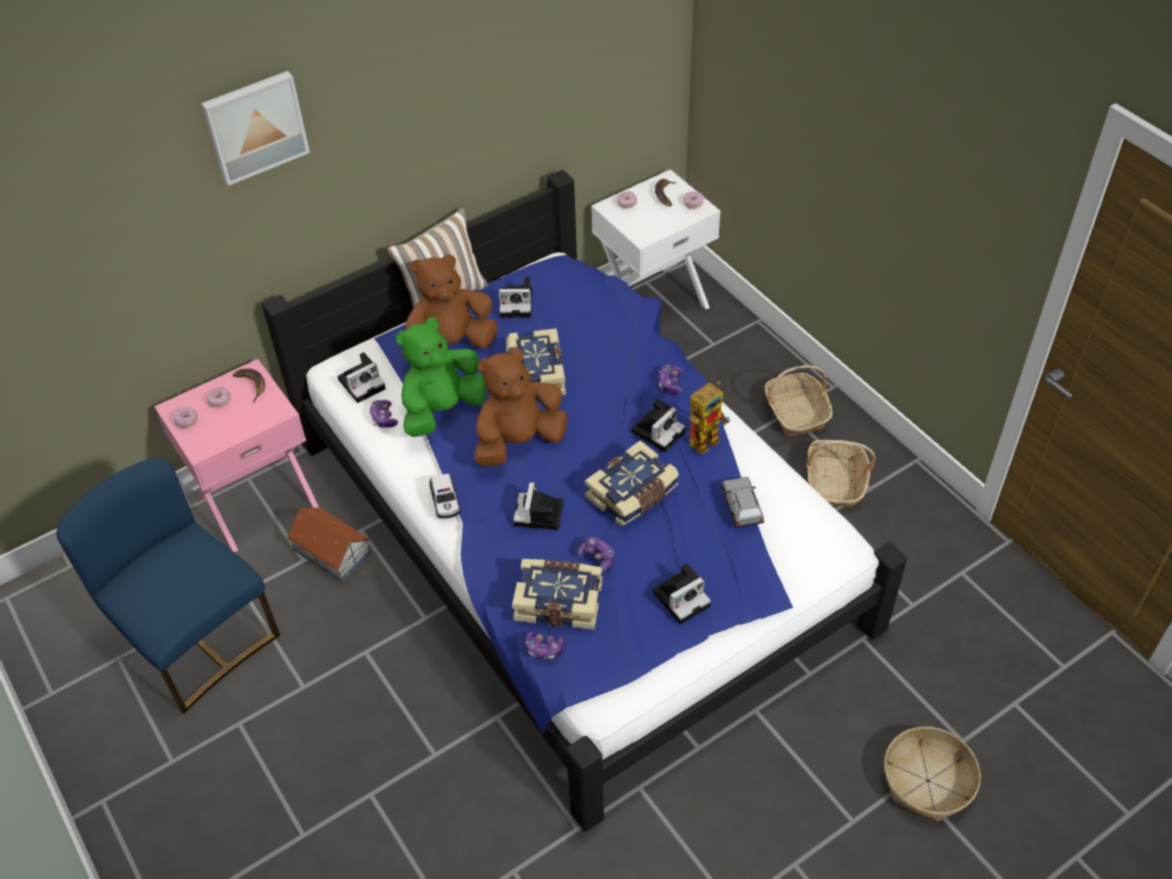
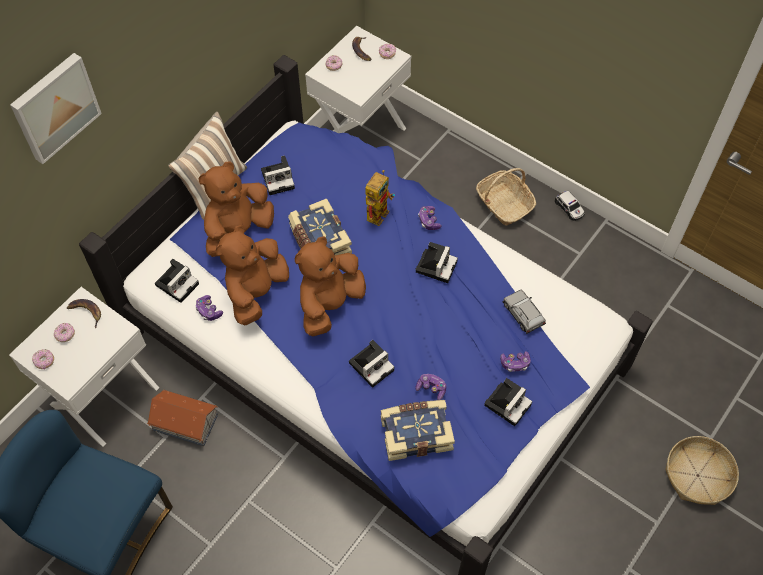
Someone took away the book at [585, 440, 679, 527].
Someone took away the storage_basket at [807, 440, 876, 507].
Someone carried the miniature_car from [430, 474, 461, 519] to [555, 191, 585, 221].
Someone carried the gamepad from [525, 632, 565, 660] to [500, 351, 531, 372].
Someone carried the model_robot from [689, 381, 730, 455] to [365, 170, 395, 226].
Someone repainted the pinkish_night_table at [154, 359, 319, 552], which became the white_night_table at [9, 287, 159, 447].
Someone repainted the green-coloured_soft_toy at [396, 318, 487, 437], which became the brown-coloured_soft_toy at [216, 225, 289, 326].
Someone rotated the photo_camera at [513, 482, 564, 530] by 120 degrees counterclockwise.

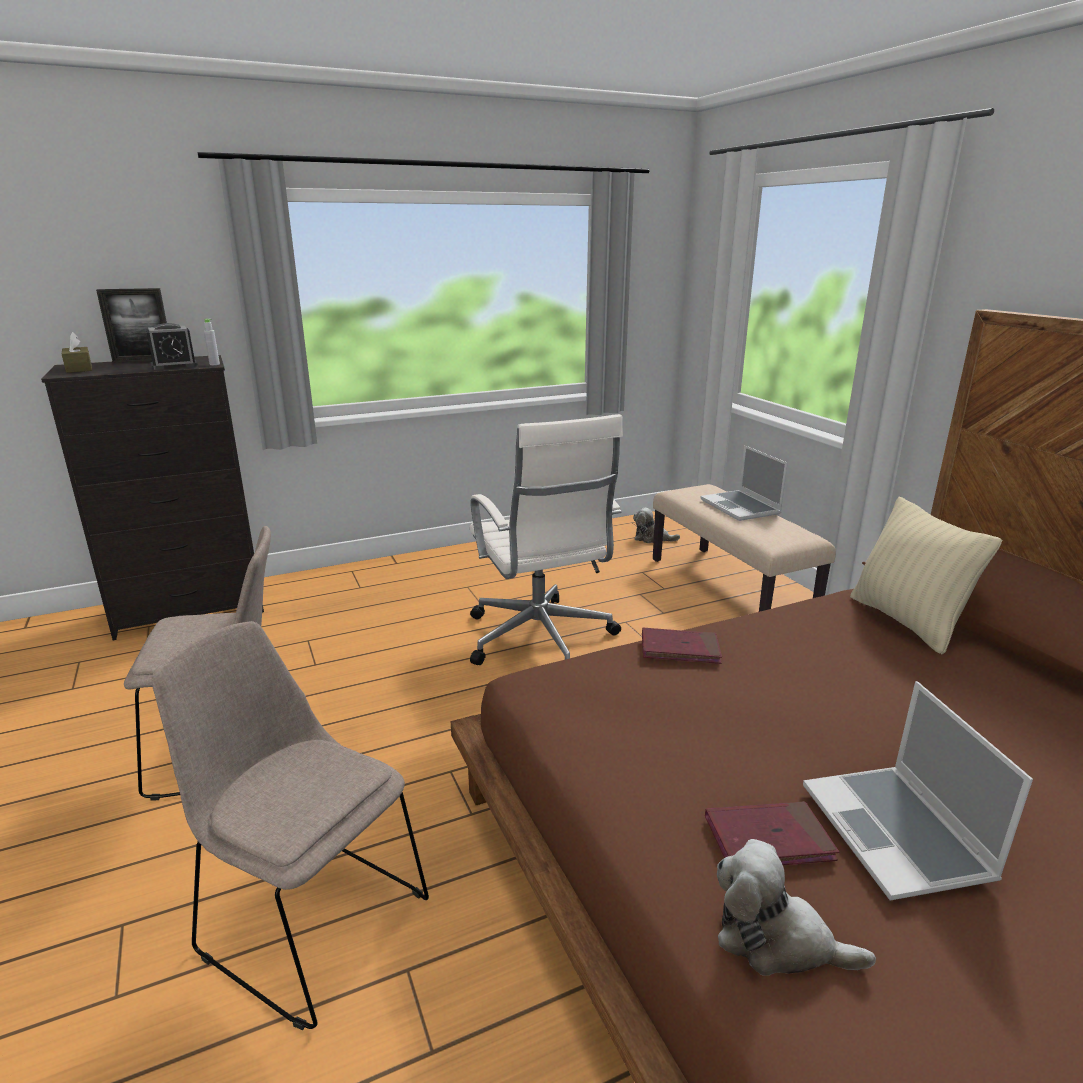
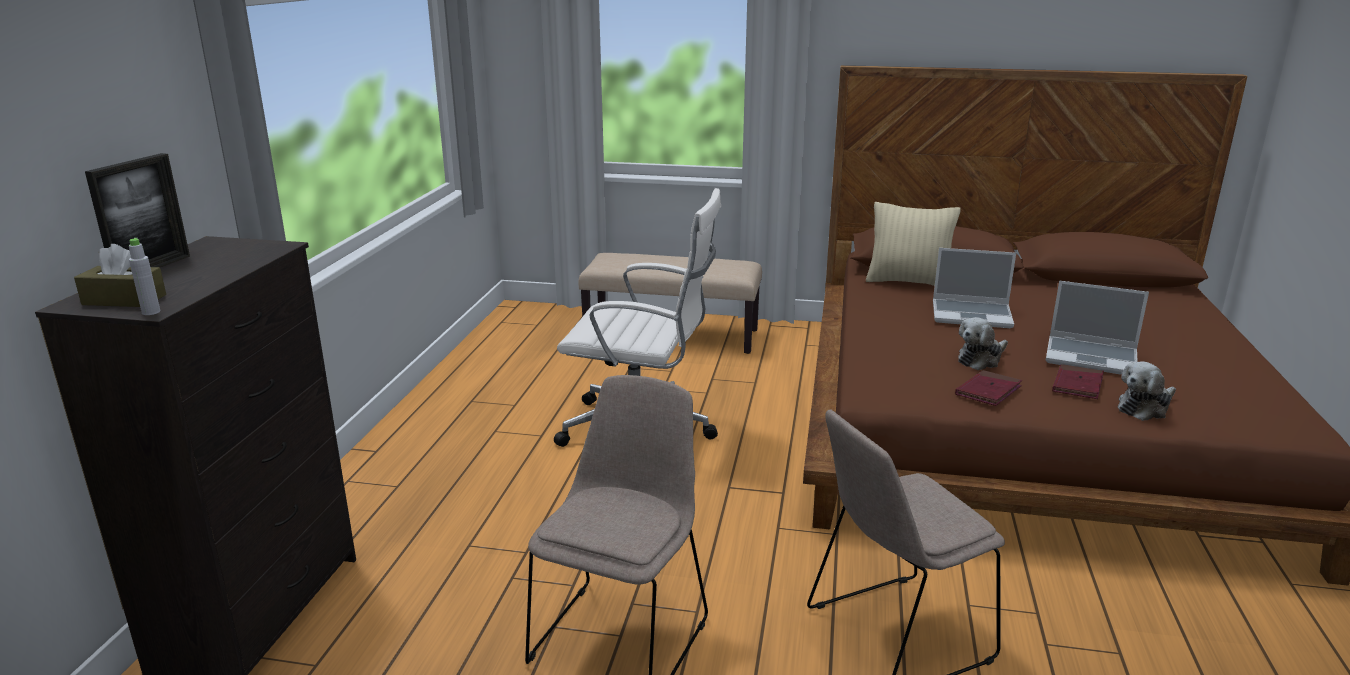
Someone took away the bedside_clock at [146, 323, 198, 370].
Someone carried the greyish_beverage_bottle from [204, 319, 220, 365] to [129, 238, 160, 315].
Someone carried the soft_toy from [633, 508, 680, 543] to [958, 317, 1008, 370].
Someone carried the reddish_book from [642, 628, 722, 664] to [955, 370, 1022, 406].
Someone carried the laptop from [701, 445, 788, 521] to [933, 248, 1016, 328].

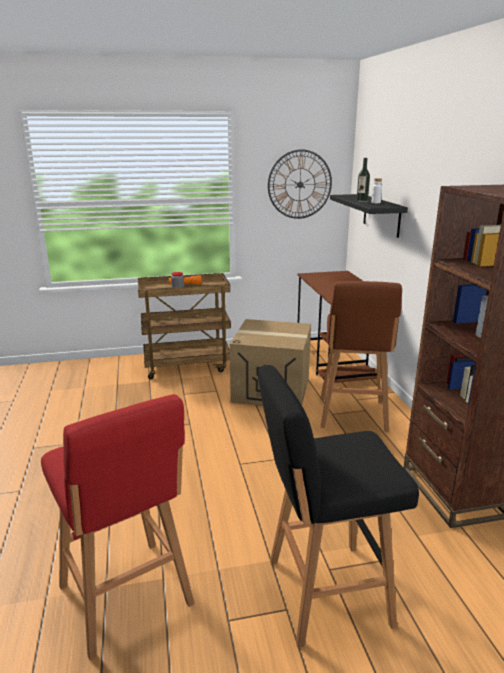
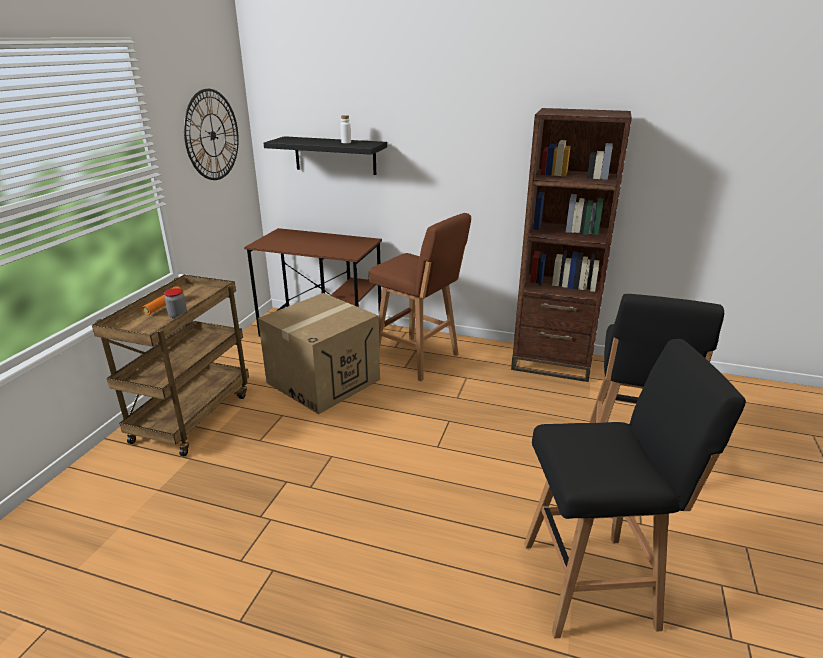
Someone took away the beverage_bottle at [357, 158, 370, 202].
Someone repainted the reddish_sitting_stool at [41, 394, 195, 660], which became the blackish_sitting_stool at [524, 339, 746, 638].

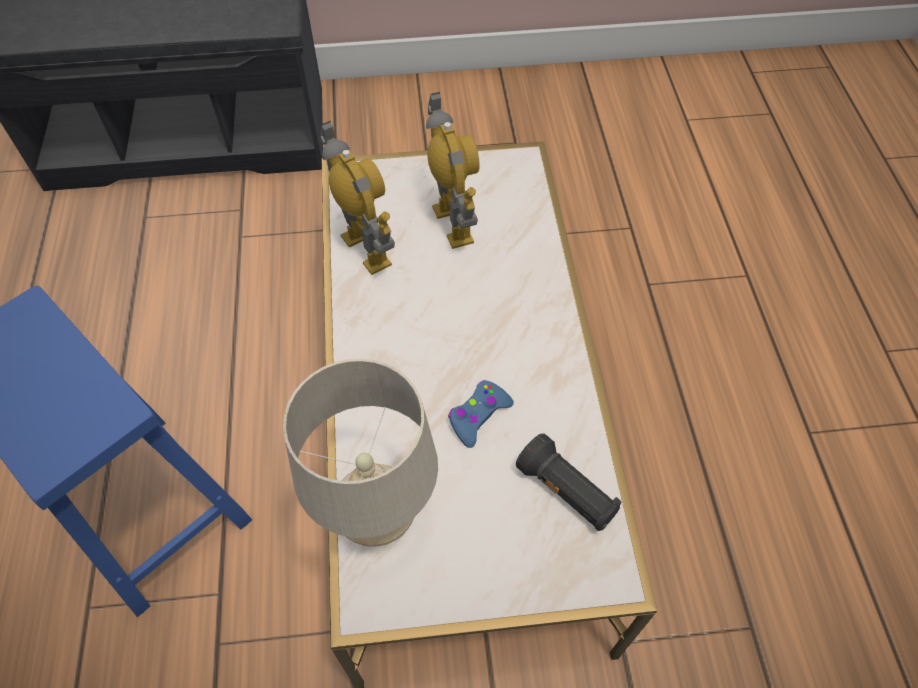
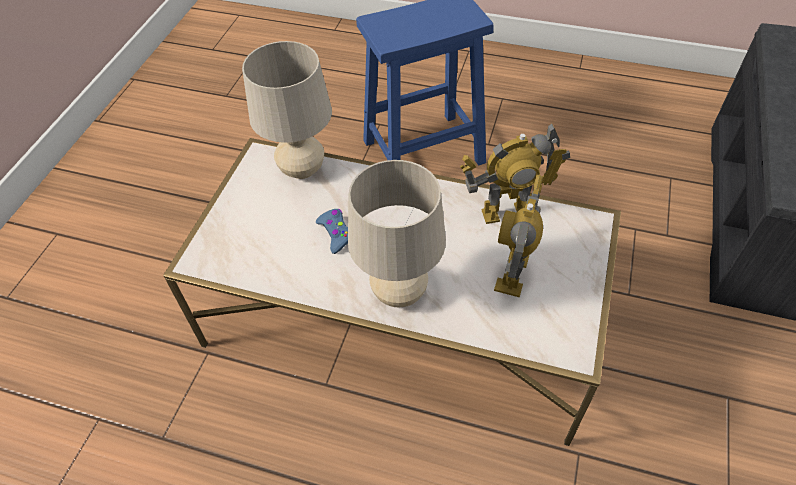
Someone took away the blackish_torch at [516, 434, 622, 531].
Someone put down the beige_tabletop_lamp at [348, 160, 446, 307].
Someone rotated the model_robot at [426, 92, 480, 249] by 105 degrees clockwise.

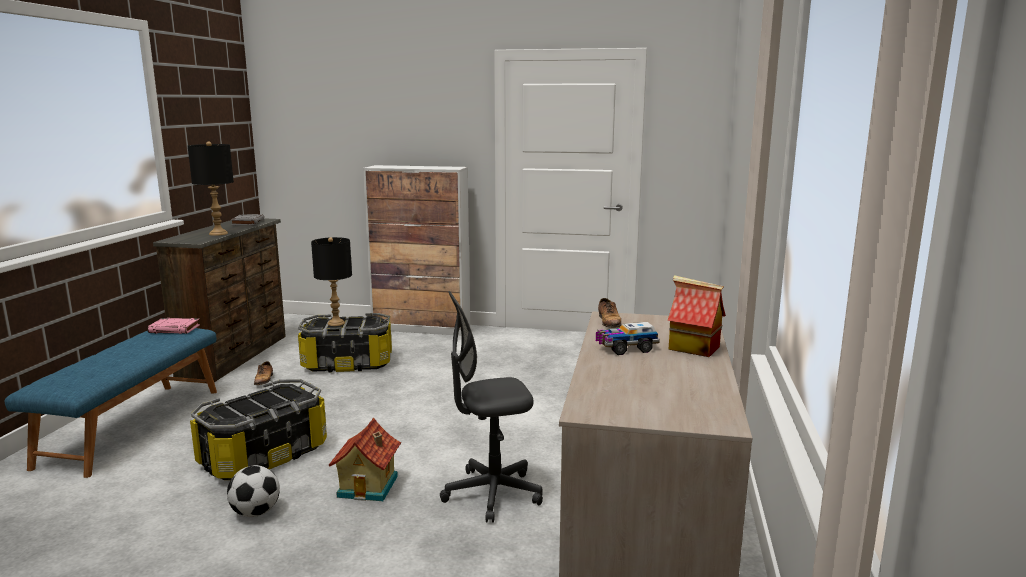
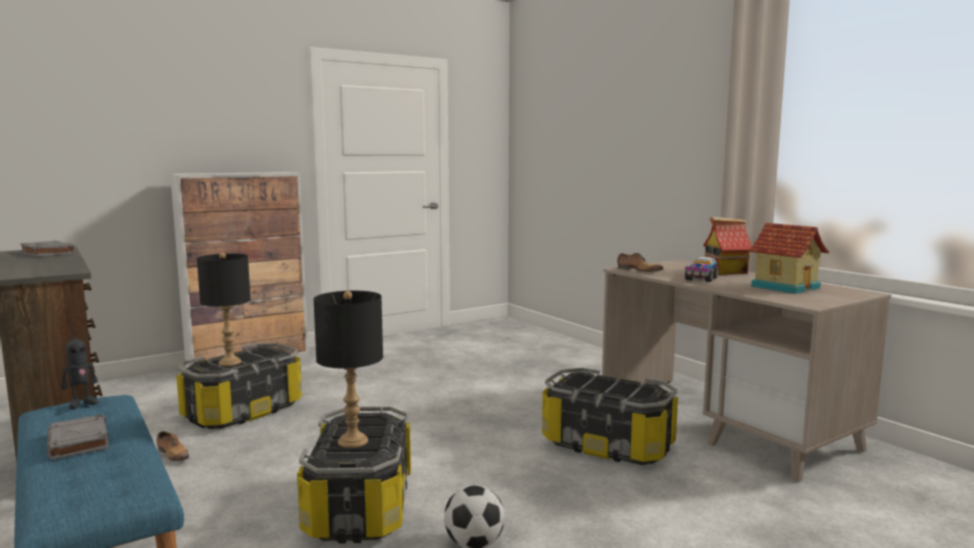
Someone put down the greyish_book at [46, 414, 109, 460].
Someone carried the blackish_tabletop_lamp from [188, 142, 234, 236] to [313, 291, 383, 448].
Someone carried the toy_house from [329, 418, 401, 501] to [748, 223, 829, 294].
Someone swapped the pinkish_book at [147, 318, 200, 334] for the model_robot at [61, 330, 98, 410].
Someone swapped the greyish_office_chair at [440, 291, 543, 523] for the storage_container at [542, 368, 678, 465].

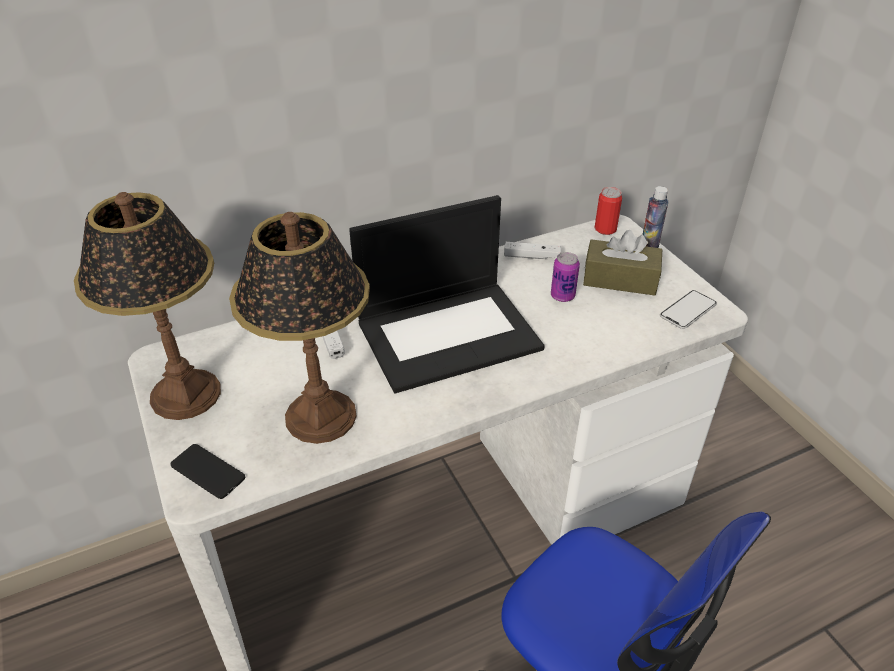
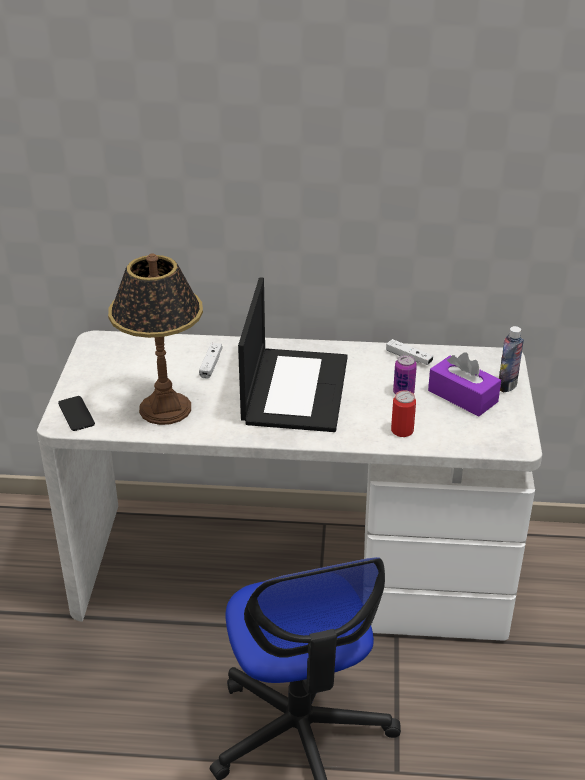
Someone took away the tabletop_lamp at [74, 192, 221, 420].
Someone took away the telephone at [660, 290, 717, 329].
Someone carried the sealed_can from [594, 187, 622, 235] to [391, 391, 416, 437].
Someone repainted the brown-coloured_tissue_box at [583, 230, 662, 296], which became the purplish_tissue_box at [428, 352, 501, 416].
Someone rotated the laptop at [349, 195, 545, 393] by 90 degrees counterclockwise.

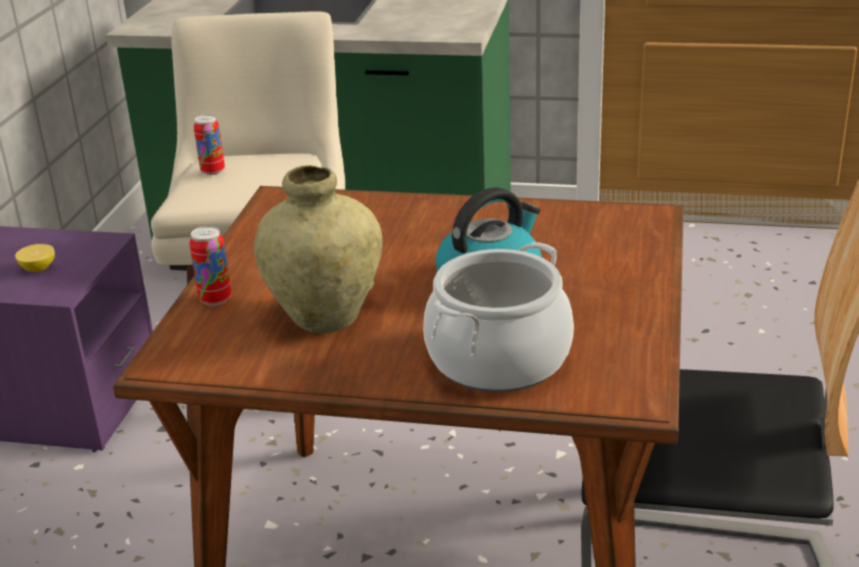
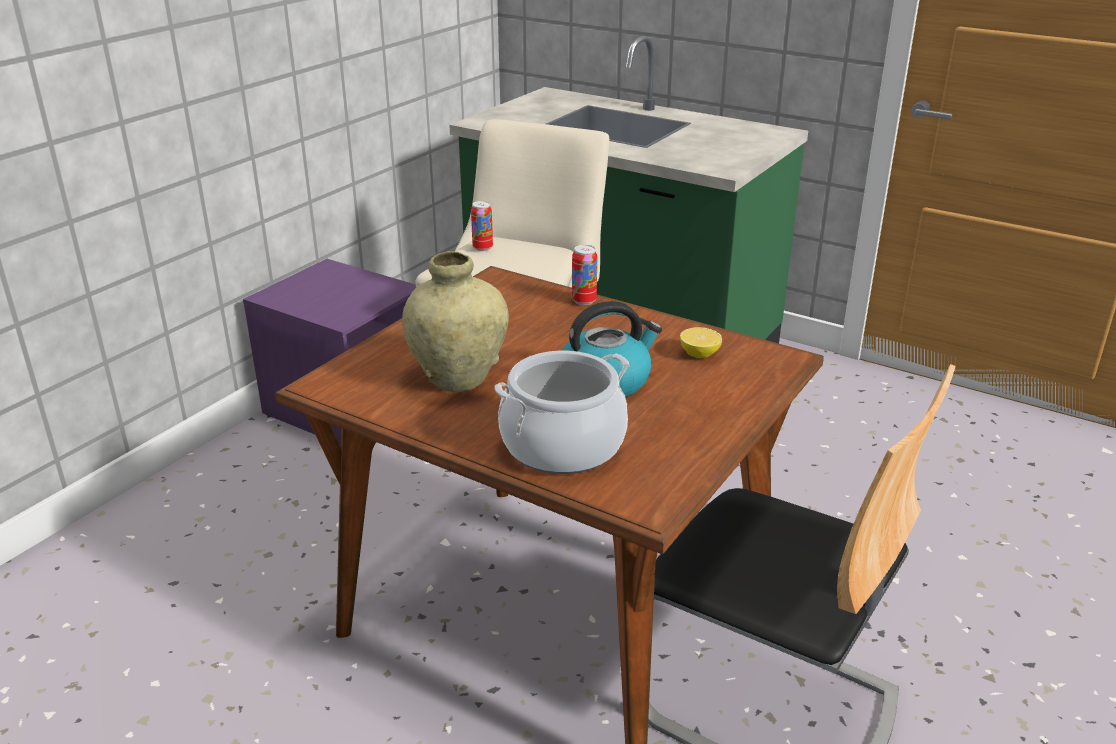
Someone carried the whole_lemon from [15, 244, 55, 272] to [680, 327, 722, 358].
Someone carried the sealed_can from [190, 226, 231, 306] to [572, 245, 597, 305].

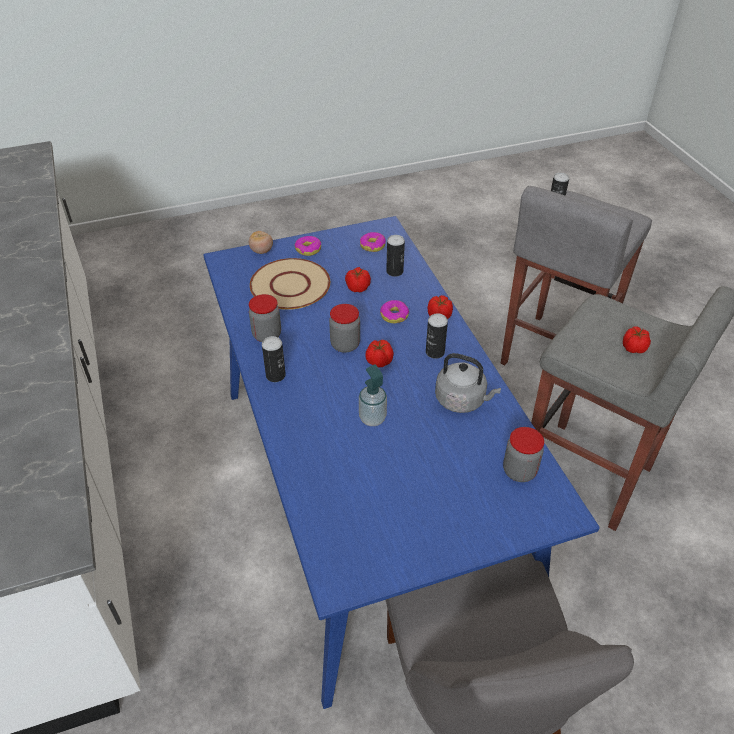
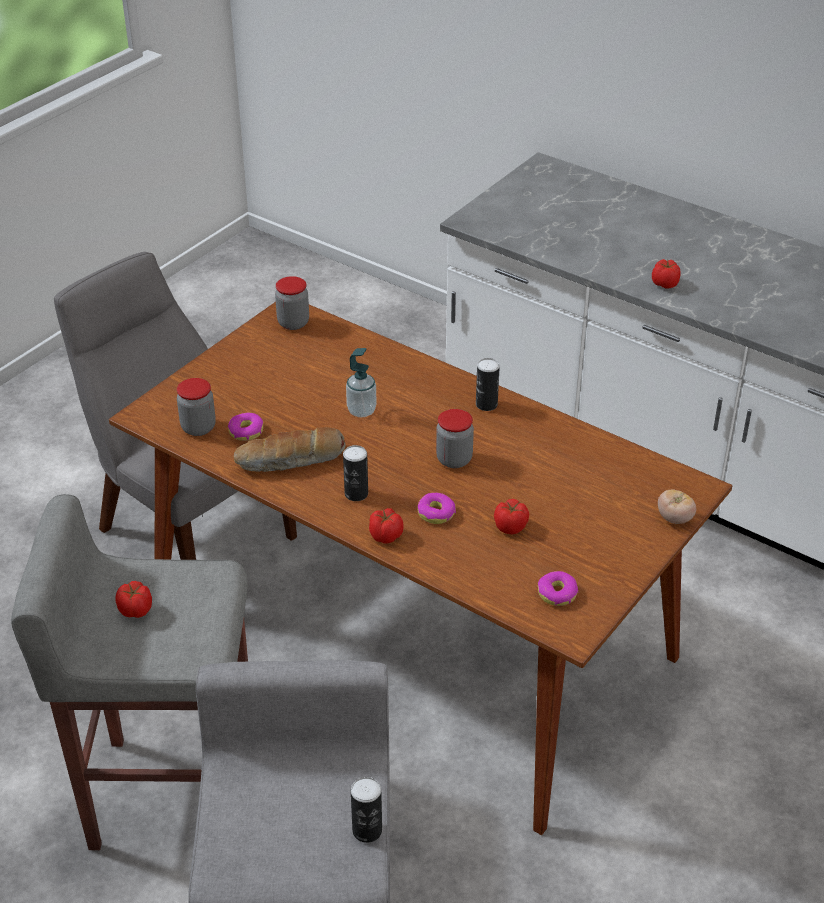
Someone took away the beige_flat_dish at [250, 258, 330, 310].
Someone took away the sealed_can at [386, 235, 405, 277].
Someone carried the preserve_jar from [249, 294, 281, 342] to [275, 276, 309, 330].
Someone carried the ring_doughnut from [295, 236, 321, 256] to [228, 413, 263, 441].
Someone carried the whole_tomato from [365, 340, 394, 367] to [652, 259, 681, 288].
Someone swapped the greyish_tea_kettle at [435, 353, 501, 413] for the bakery_bread at [234, 427, 346, 472].
Someone repainted the blue-coloured_kitchen_table at [203, 216, 600, 709], which became the brown-coloured_kitchen_table at [109, 302, 732, 835].

